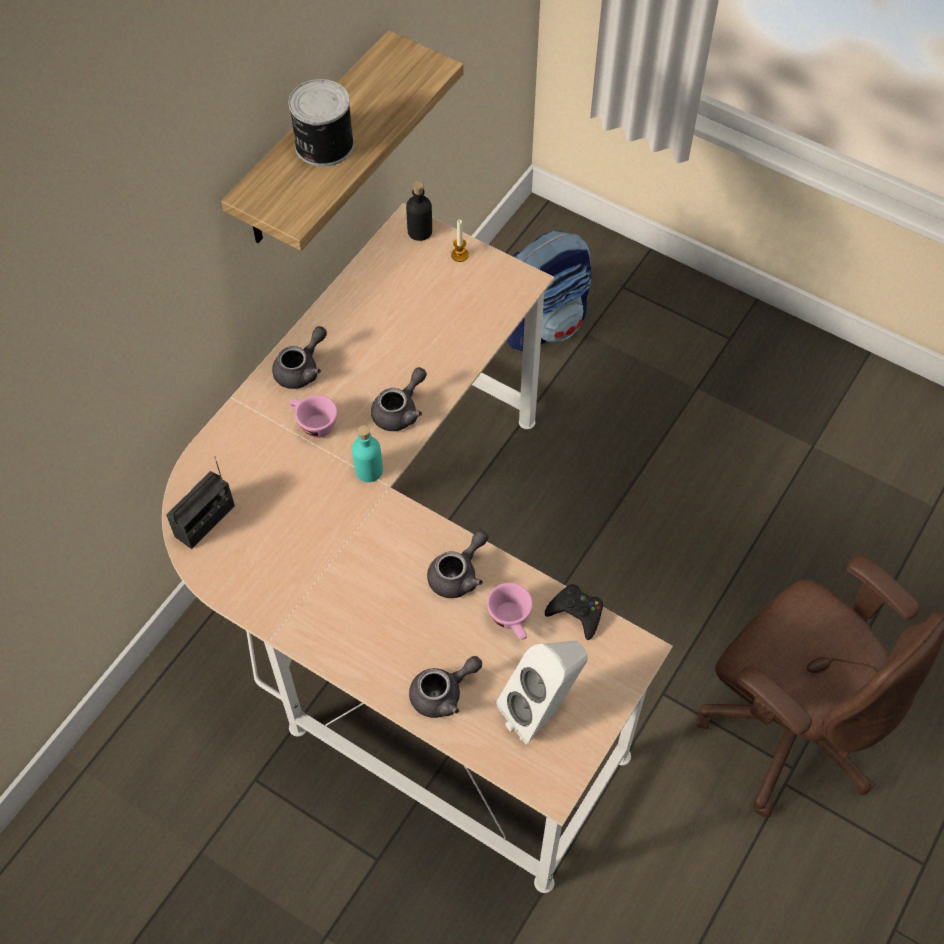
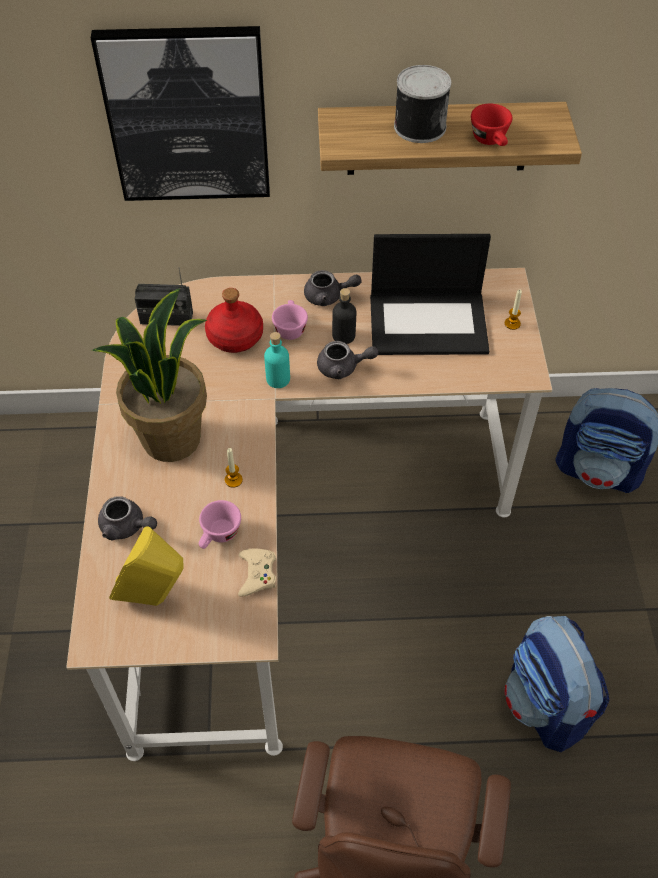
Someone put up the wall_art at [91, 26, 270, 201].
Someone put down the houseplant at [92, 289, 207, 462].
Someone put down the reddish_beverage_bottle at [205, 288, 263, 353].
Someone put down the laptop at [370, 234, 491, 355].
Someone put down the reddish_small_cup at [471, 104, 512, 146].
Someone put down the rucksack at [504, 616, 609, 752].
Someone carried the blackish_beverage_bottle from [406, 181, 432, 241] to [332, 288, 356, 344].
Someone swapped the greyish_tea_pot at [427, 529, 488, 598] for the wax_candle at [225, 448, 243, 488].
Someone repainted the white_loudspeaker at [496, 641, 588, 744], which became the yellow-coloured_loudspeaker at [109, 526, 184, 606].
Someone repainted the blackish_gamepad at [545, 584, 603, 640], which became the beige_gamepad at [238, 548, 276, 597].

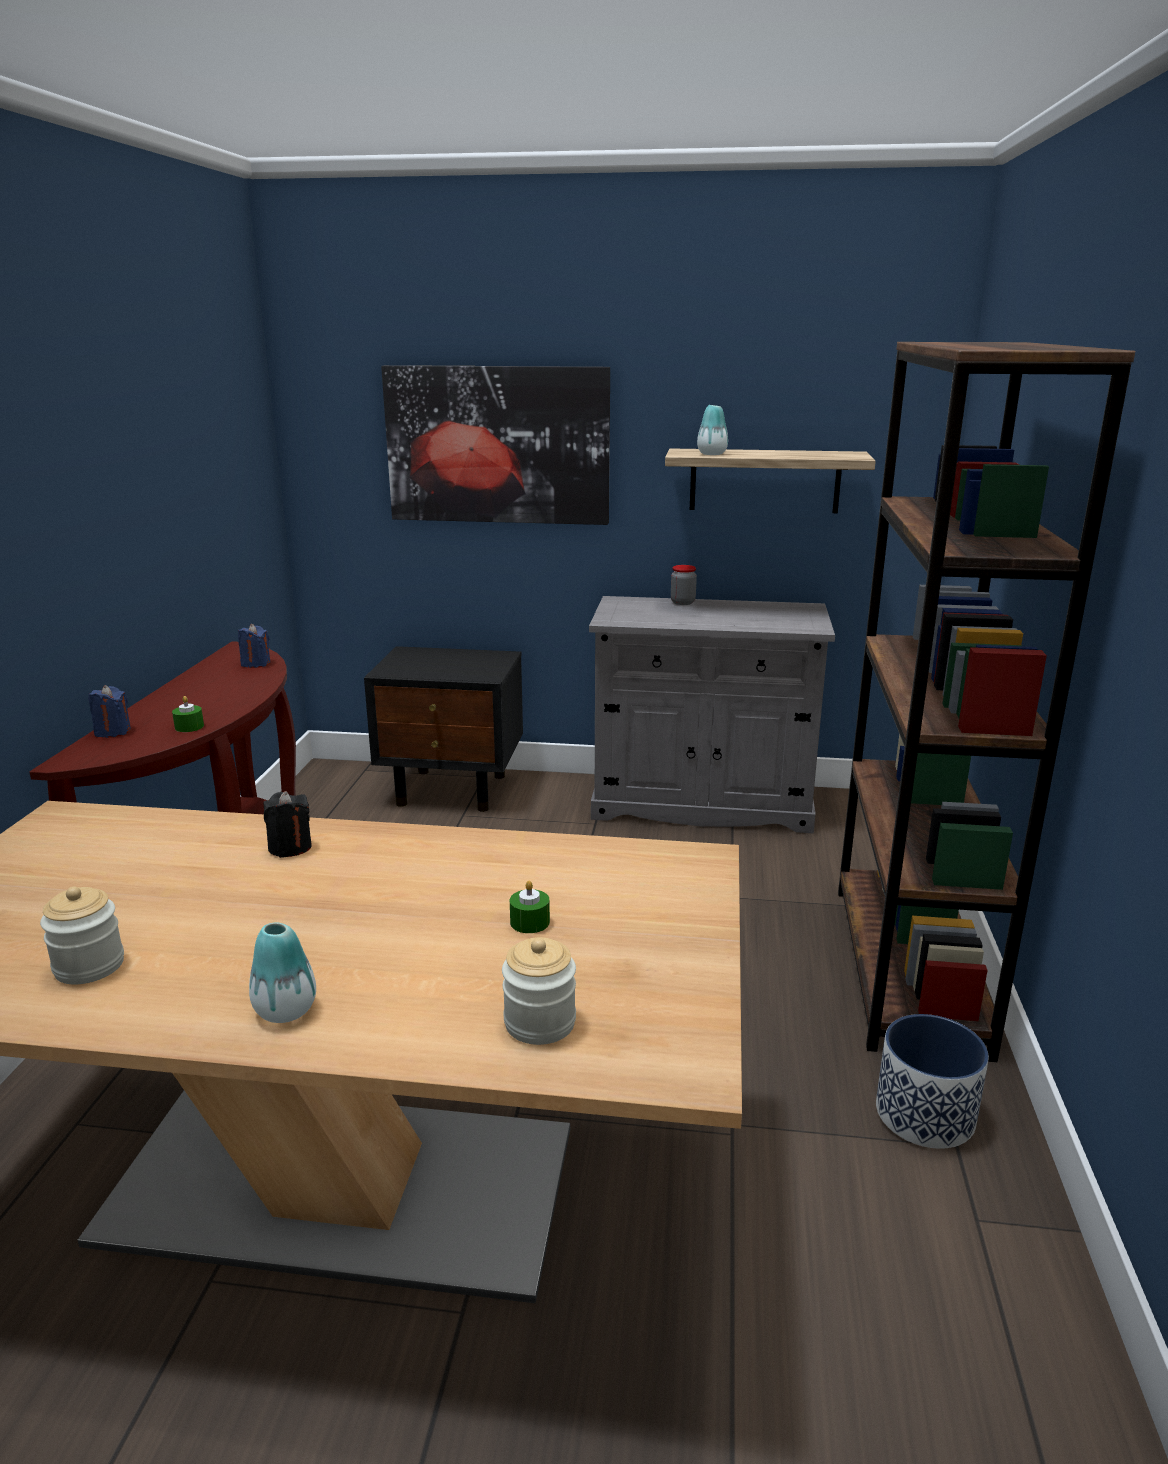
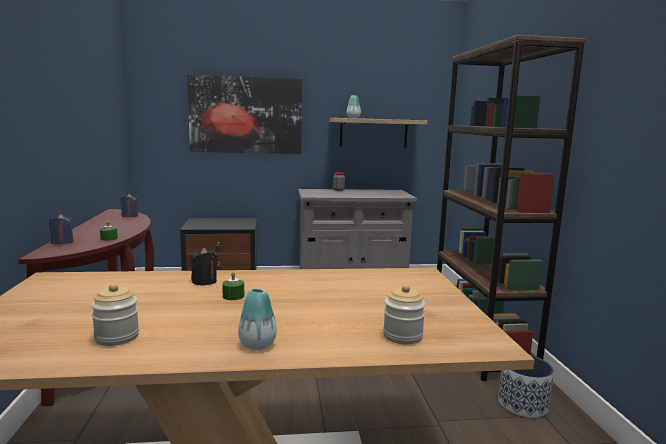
Someone carried the green-coloured_wax_candle from [510, 880, 550, 933] to [222, 272, 244, 300].

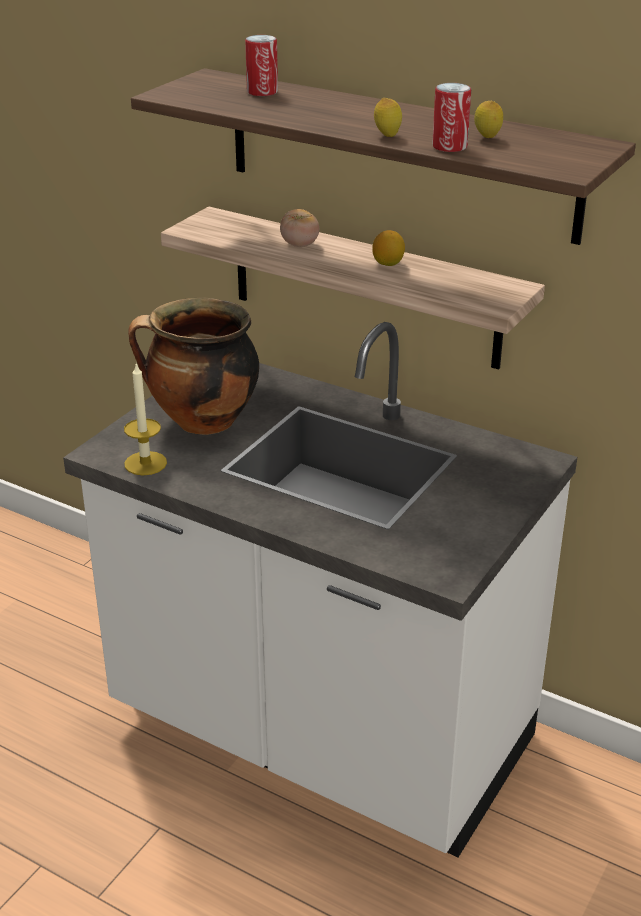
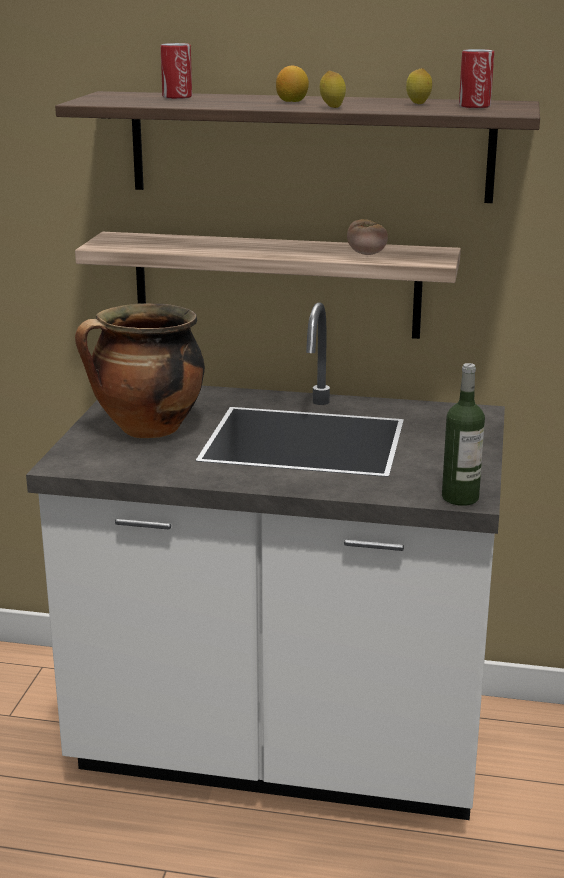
Someone took away the wax_candle at [124, 363, 167, 475].
Someone put down the beverage_bottle at [442, 363, 485, 506].
Someone carried the whole_tomato from [280, 209, 319, 247] to [347, 219, 388, 255].
Someone carried the whole_lemon from [372, 230, 405, 266] to [276, 66, 309, 102].
Someone carried the sealed_can from [432, 83, 471, 152] to [459, 49, 494, 108].

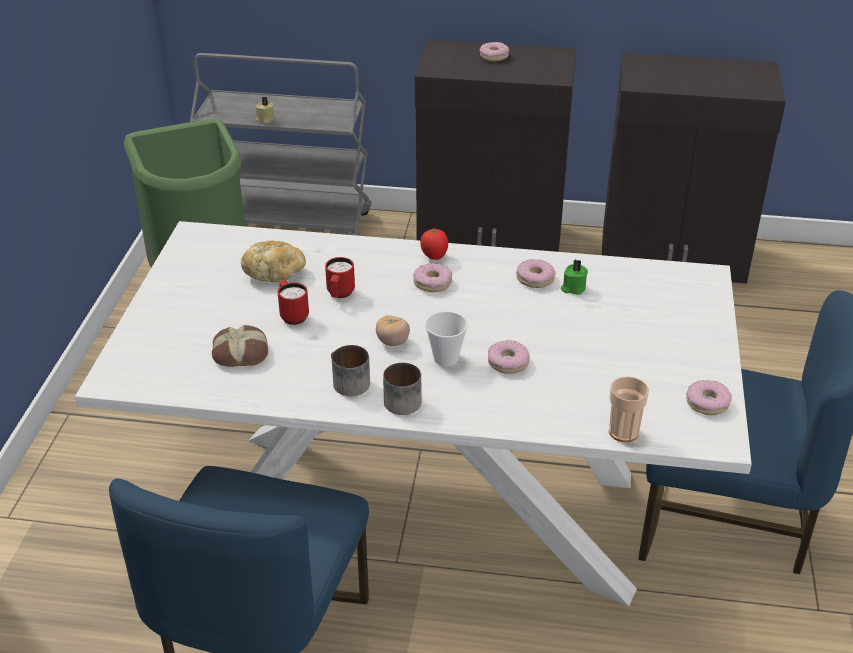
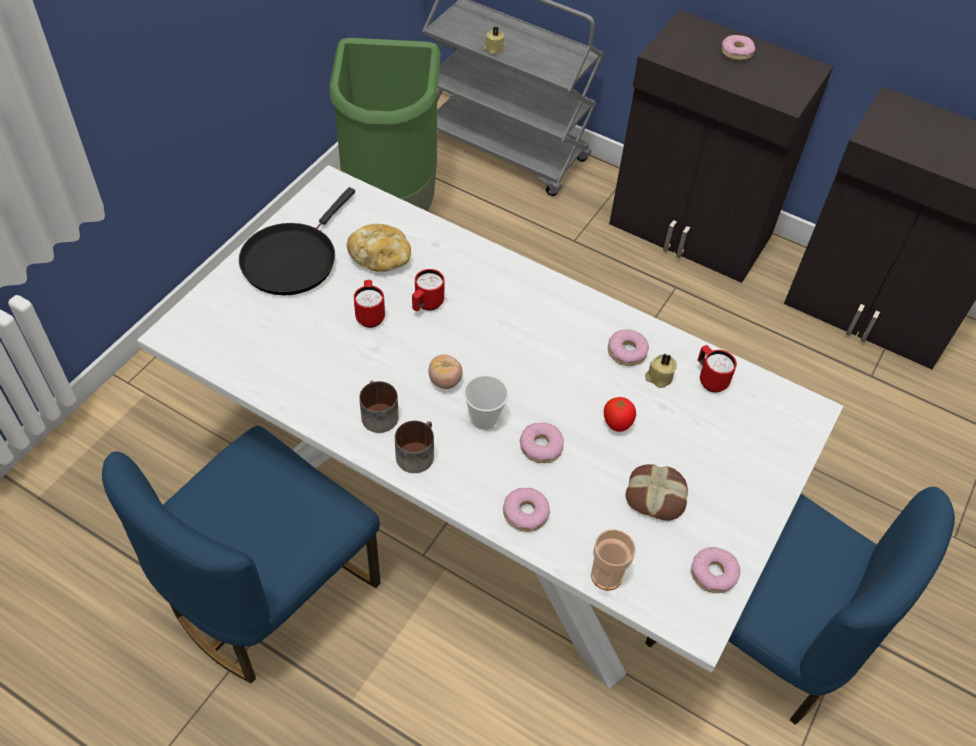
Someone put down the blackish_skillet at [239, 187, 355, 295].
Someone put down the reddish_tea_mug at [697, 345, 737, 393].
Someone carried the bakery_bread from [212, 325, 268, 367] to [626, 464, 688, 521].
Someone carried the ring_doughnut from [413, 263, 452, 292] to [503, 488, 550, 532].
Someone carried the whole_tomato from [420, 228, 448, 260] to [604, 397, 636, 432].
Someone repainted the green-coloured_wax_candle at [561, 259, 588, 295], which became the beige_wax_candle at [645, 354, 677, 388].

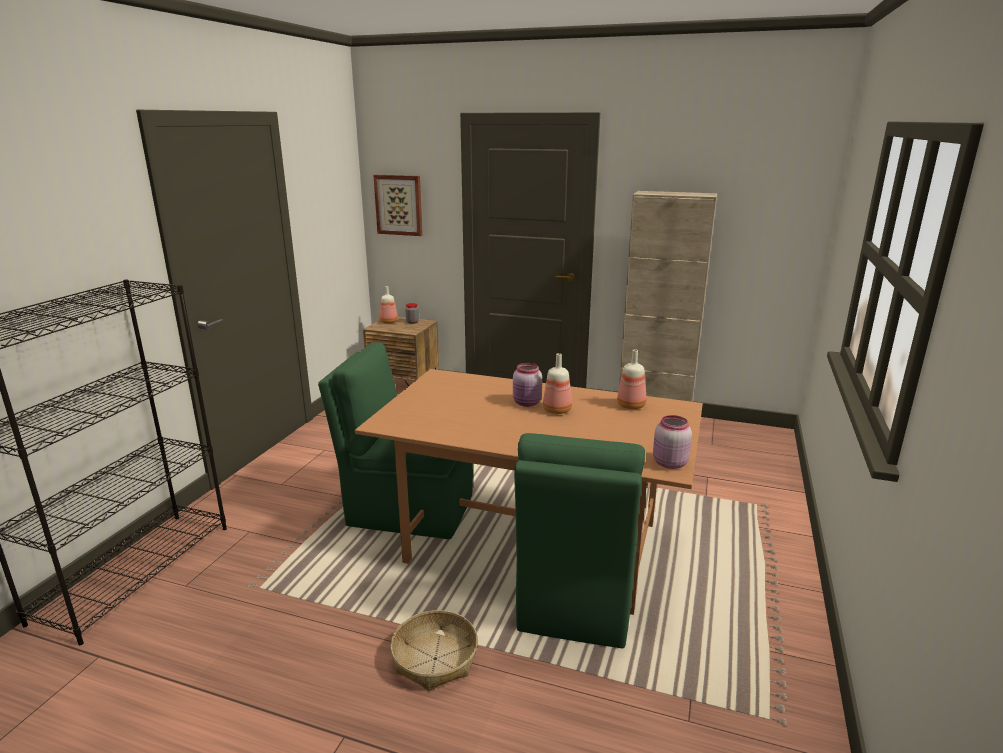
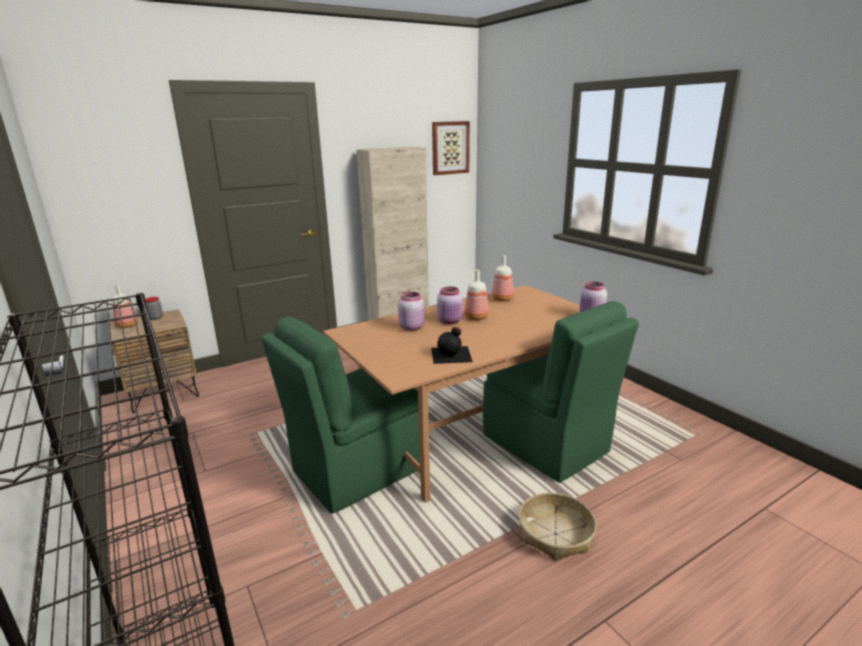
Someone put down the pinkish_preserve_jar at [398, 292, 424, 331].
Someone put down the blackish_beverage_bottle at [431, 327, 473, 364].
Someone carried the wall_art from [373, 175, 423, 236] to [432, 121, 470, 175].

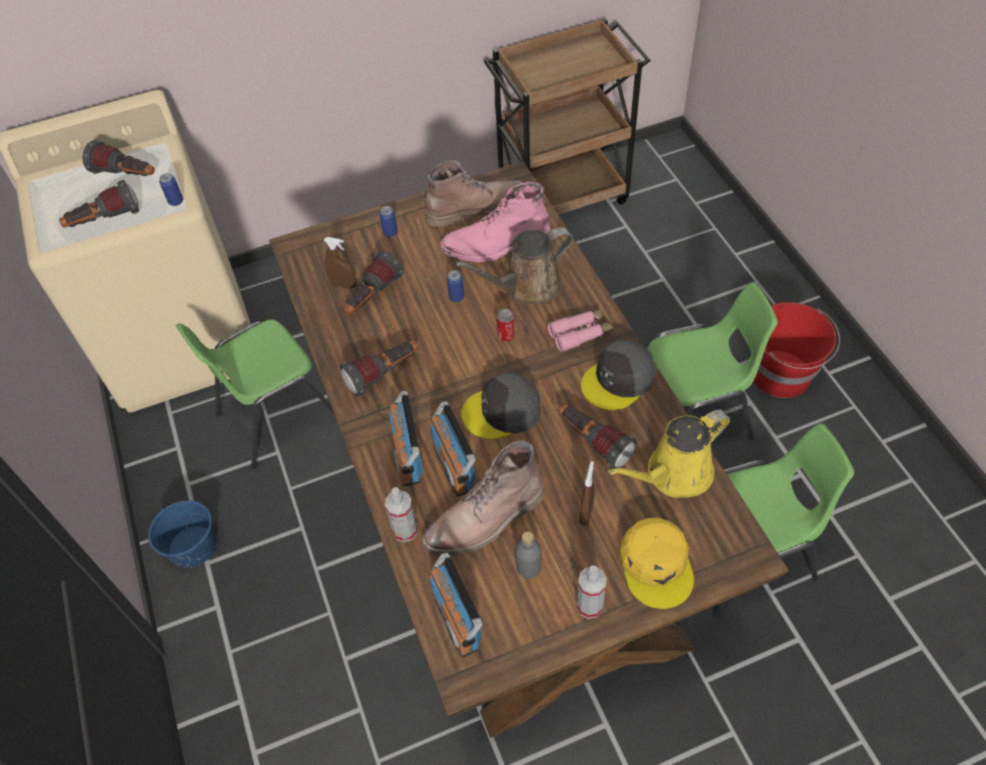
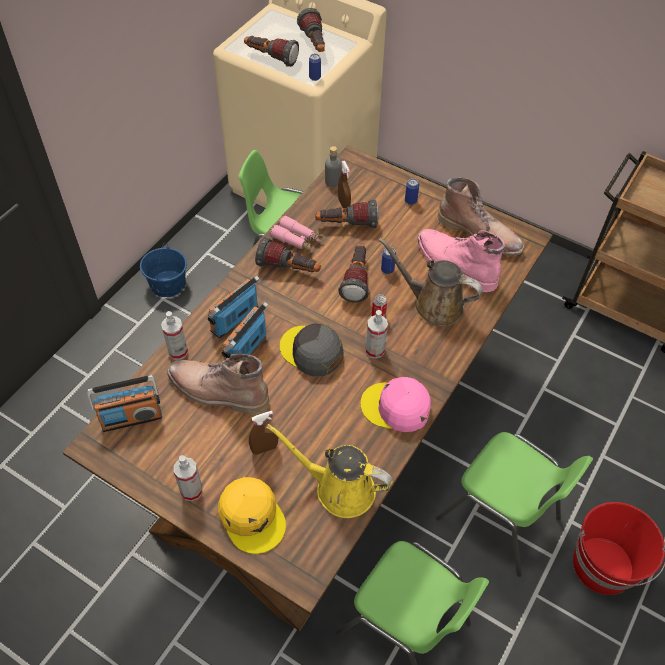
Someone put down the spray_bottle at [365, 310, 388, 359].
Someone carried the greyish_beverage_bottle from [515, 531, 542, 578] to [325, 146, 342, 187].
Someone carried the pinkish_field_glasses from [547, 309, 613, 352] to [270, 215, 322, 253].
Someone carried the torch from [559, 405, 637, 469] to [338, 243, 370, 302].
Someone repainted the greyish_peaked_cap at [581, 340, 656, 410], which became the pinkish_peaked_cap at [360, 377, 431, 432].
Someone rotated the radio_set at [429, 553, 482, 658] by 135 degrees counterclockwise.
Someone rotated the yellow-coloured_peaked_cap at [620, 518, 694, 609] by 75 degrees counterclockwise.

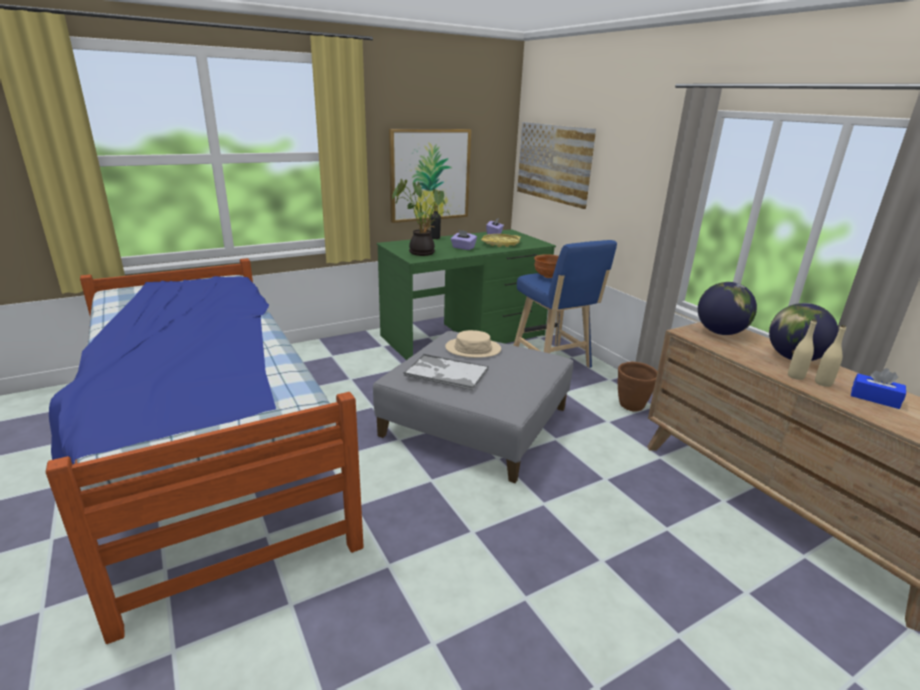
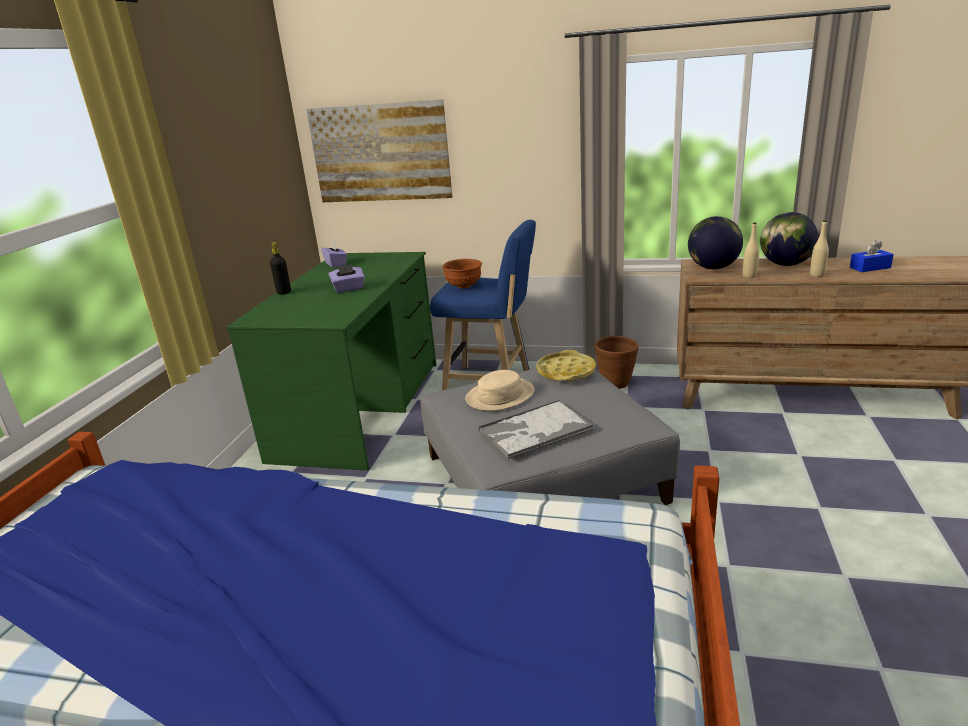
Someone took away the wall_art at [389, 129, 471, 223].
Someone took away the houseplant at [392, 179, 451, 256].
Someone carried the yellow-coloured_serving_tray from [481, 234, 521, 247] to [536, 350, 596, 382].
Someone carried the beige_beverage_bottle from [815, 325, 846, 387] to [743, 223, 759, 278].

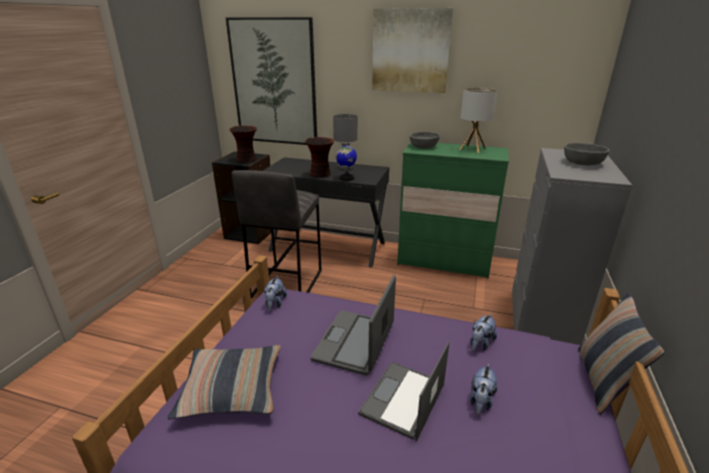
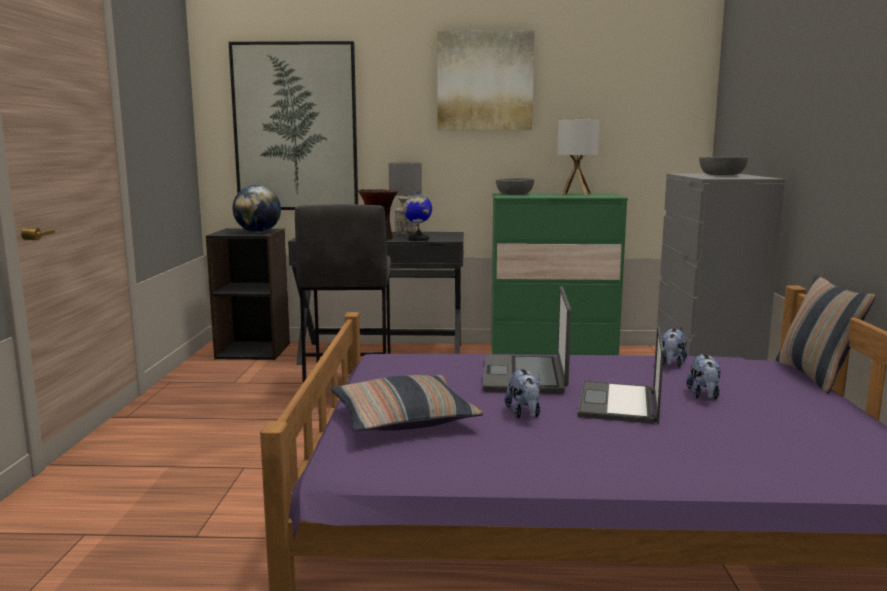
Someone carried the soft_toy from [264, 276, 287, 310] to [505, 369, 541, 418].
Someone swapped the decorative_vase at [229, 126, 257, 163] for the world_globe at [233, 185, 281, 233].

